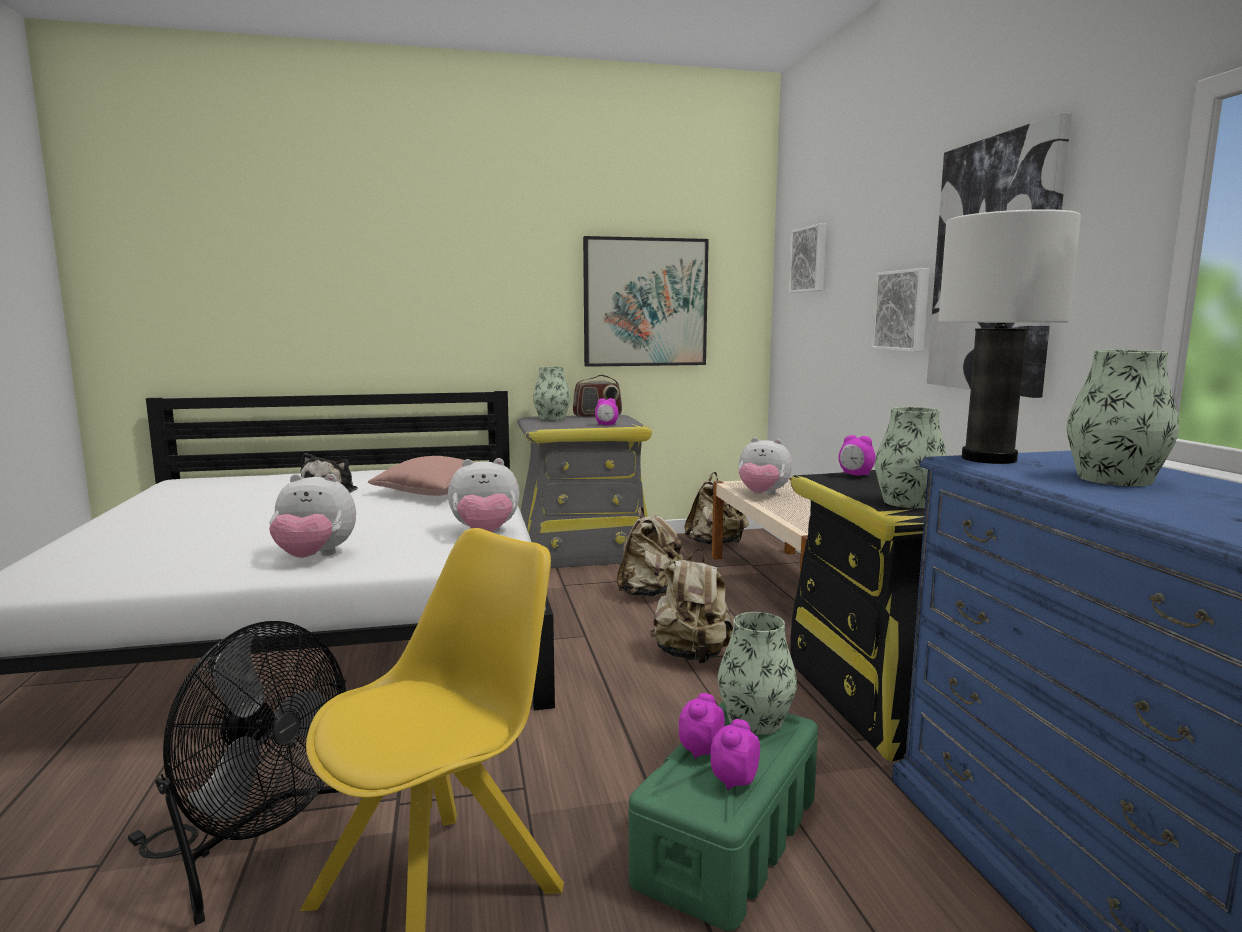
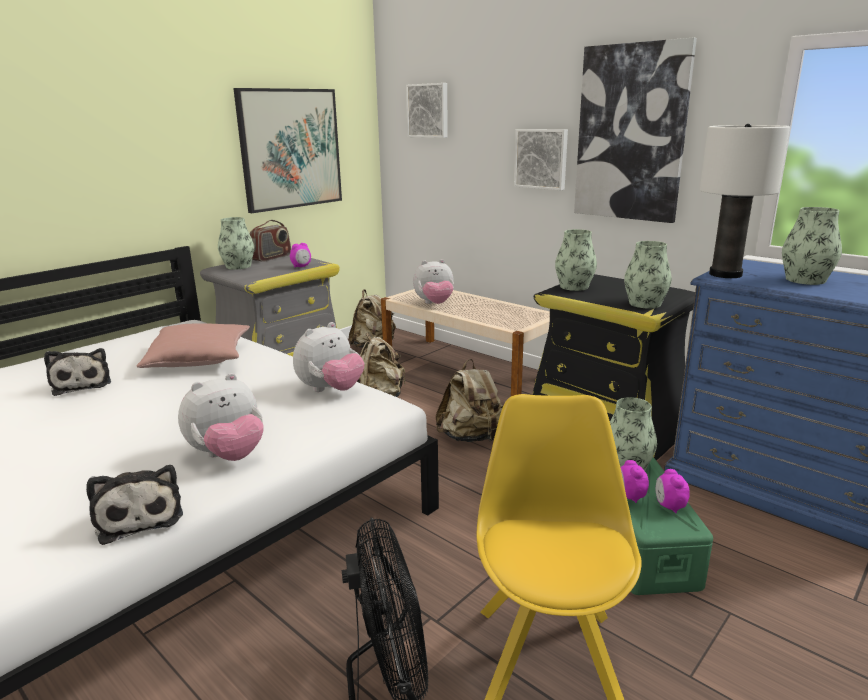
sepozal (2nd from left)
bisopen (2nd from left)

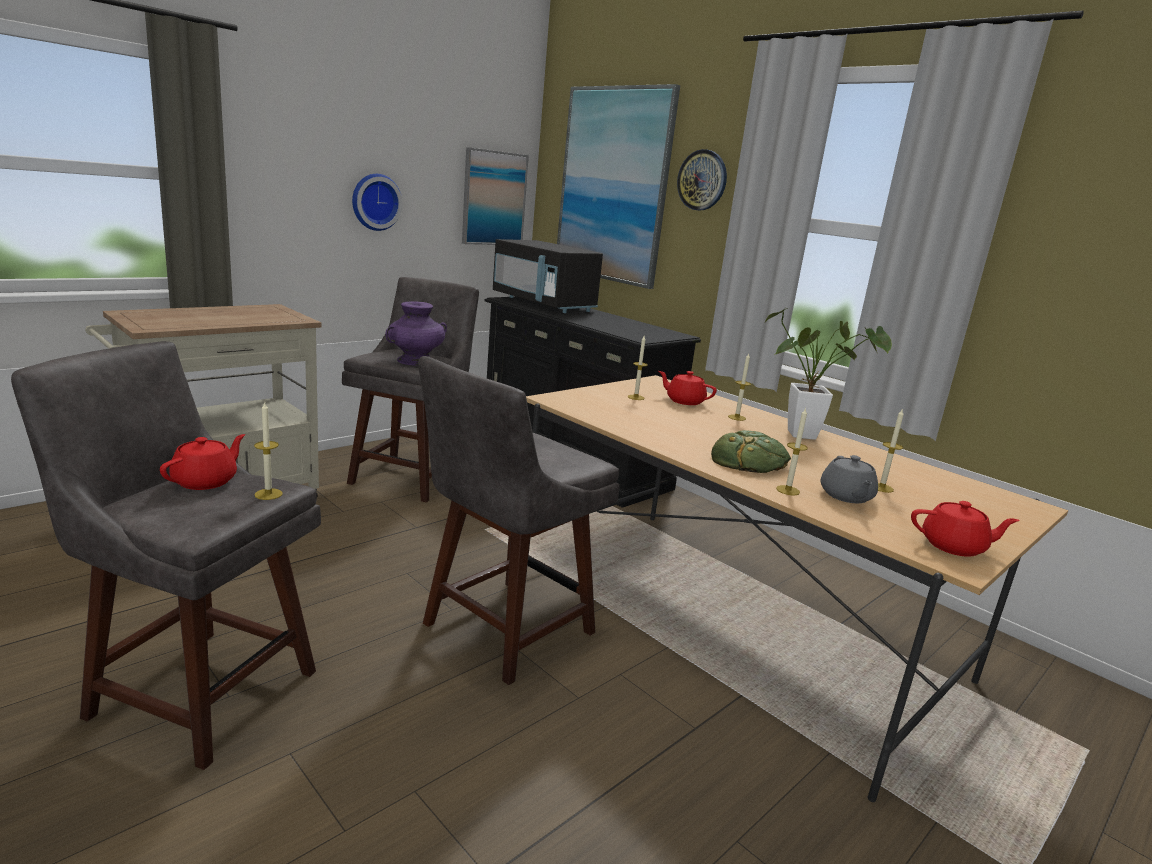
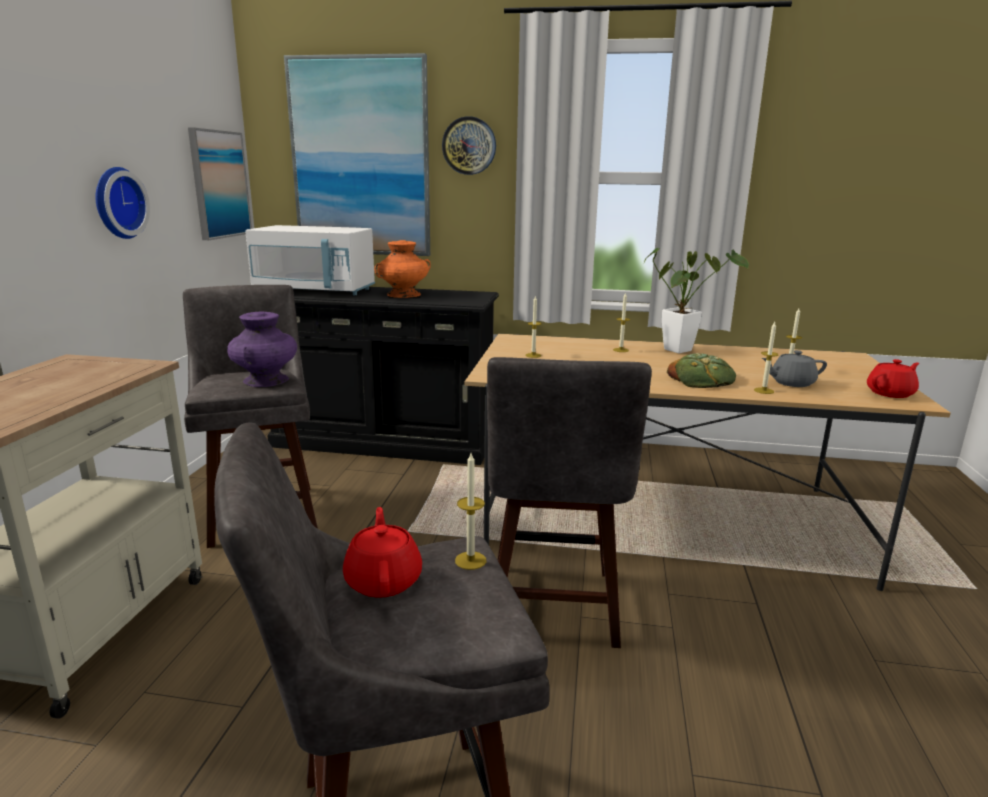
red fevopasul (2nd from left in the first image)
orange bisopen
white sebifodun
grey fevopasul

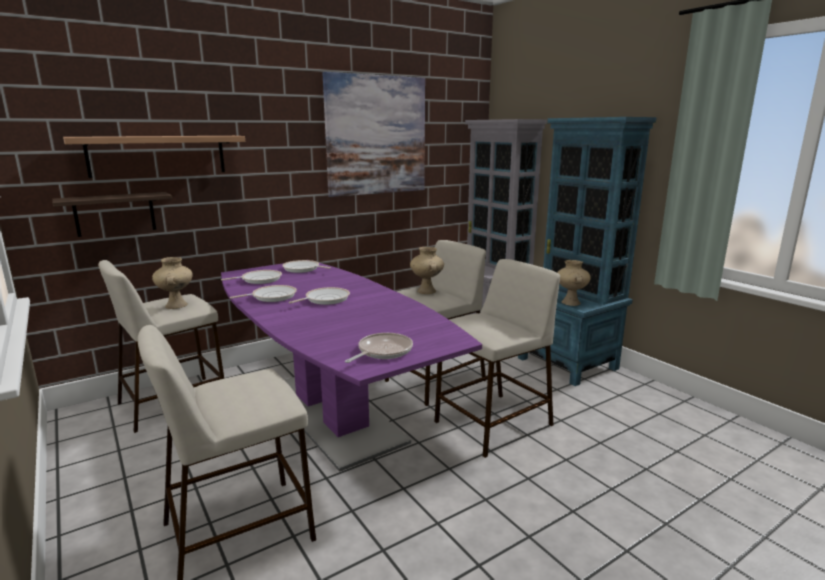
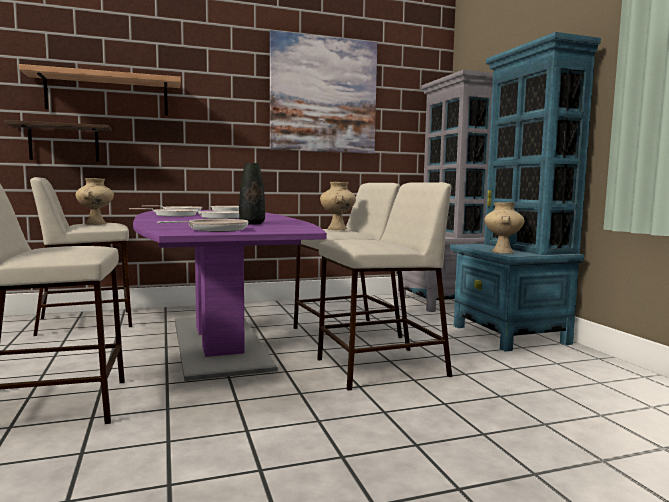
black bisopen

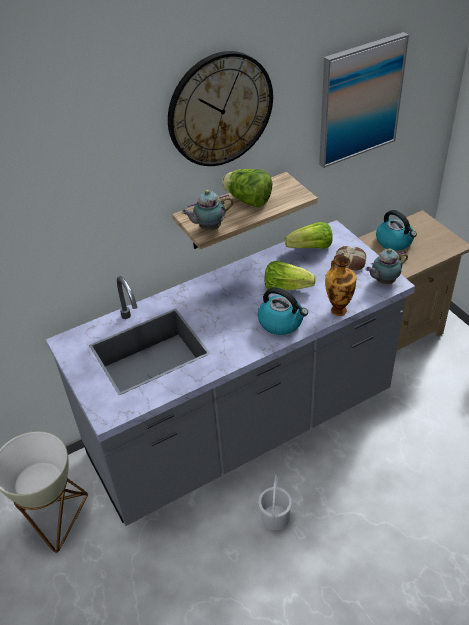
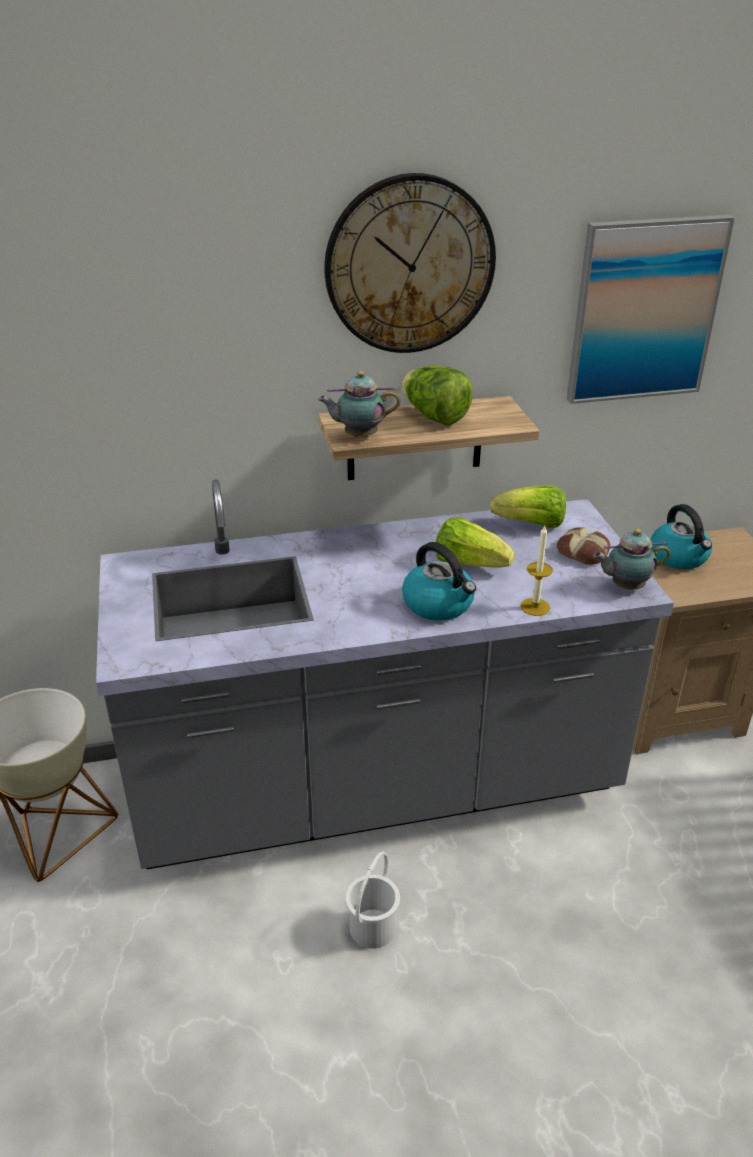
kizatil

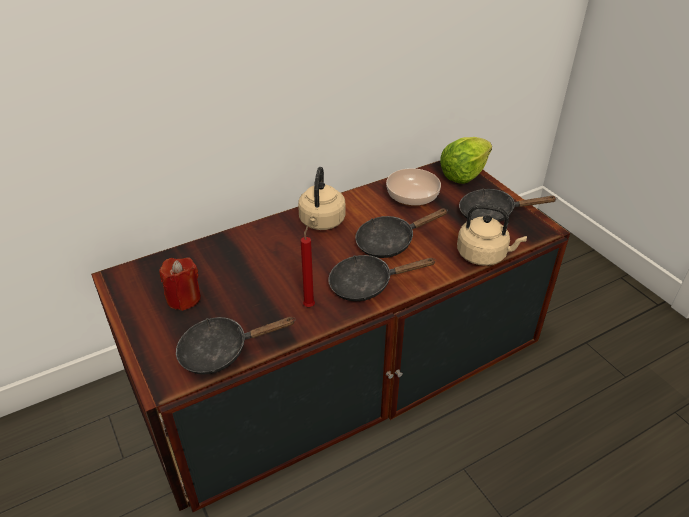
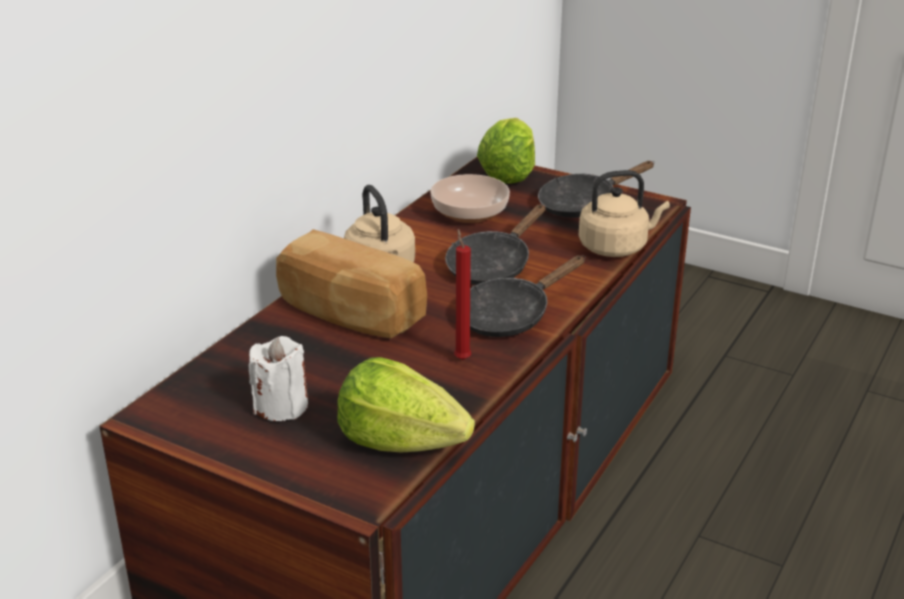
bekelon
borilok (1st from left)
white kizatil

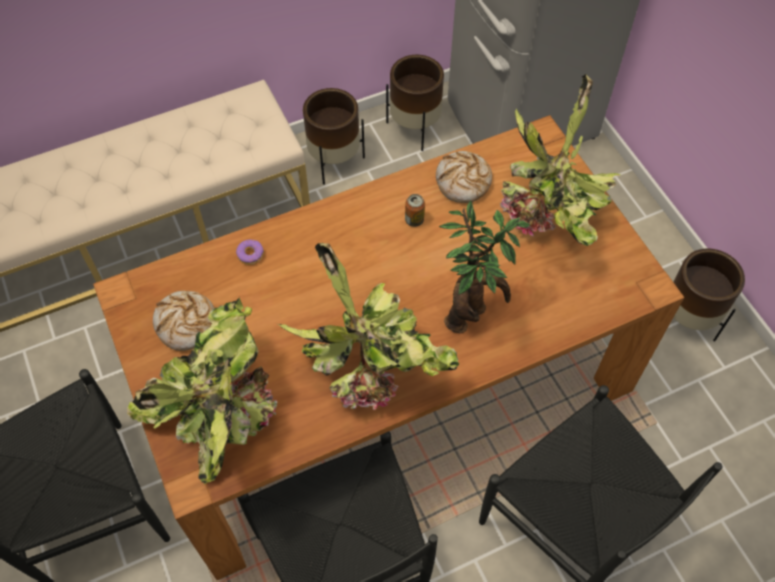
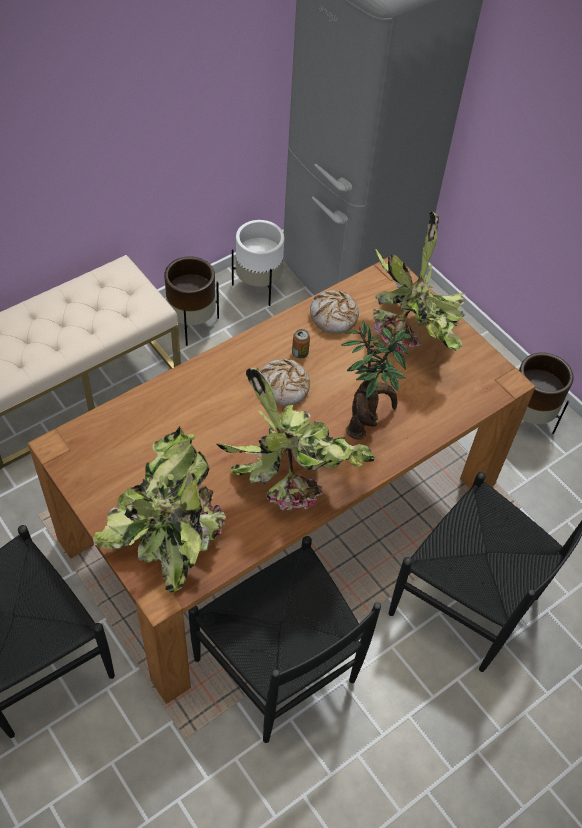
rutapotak
bekelon (1st from left)
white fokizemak

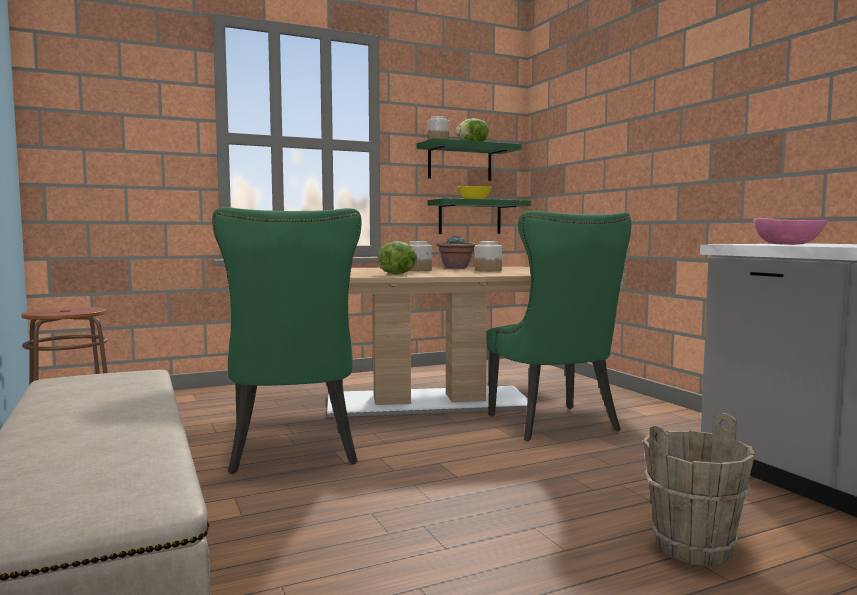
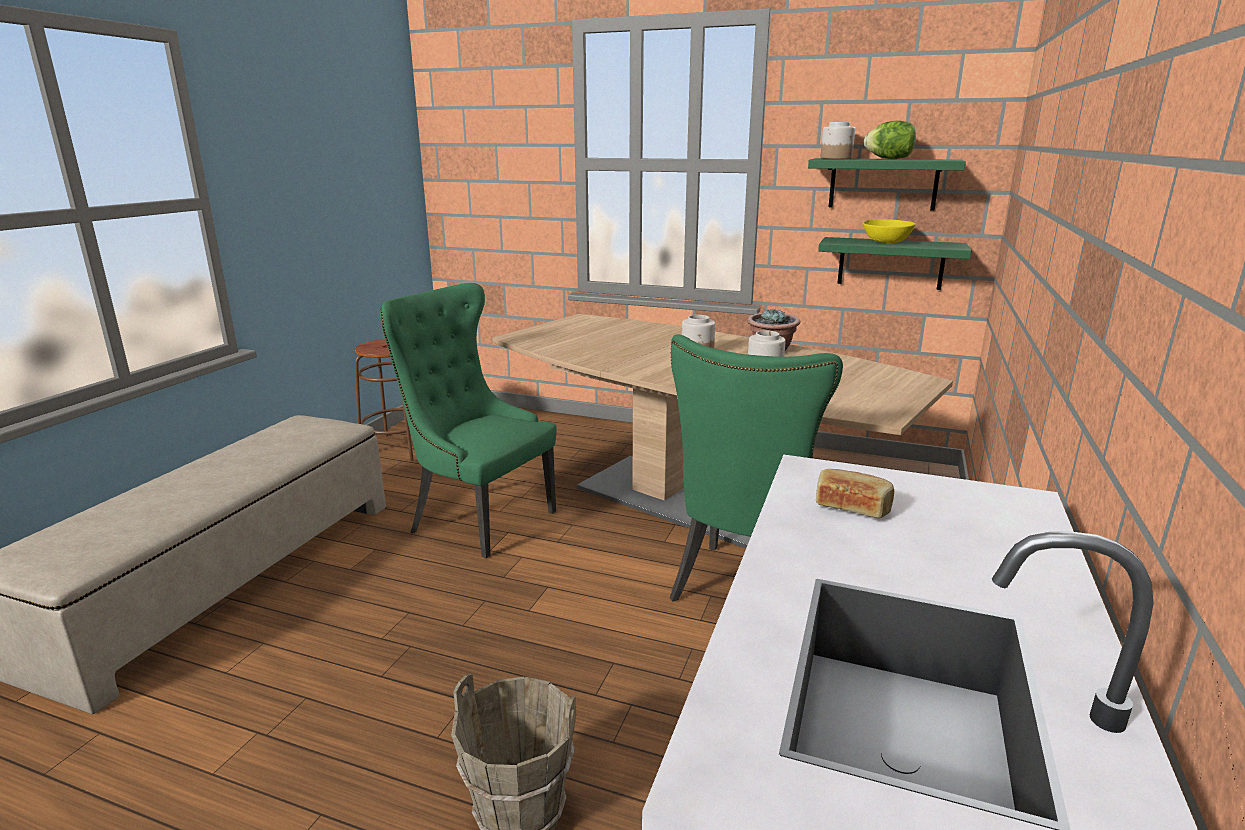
borilok (1st from left in the first image)
bekelon
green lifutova (1st from left)

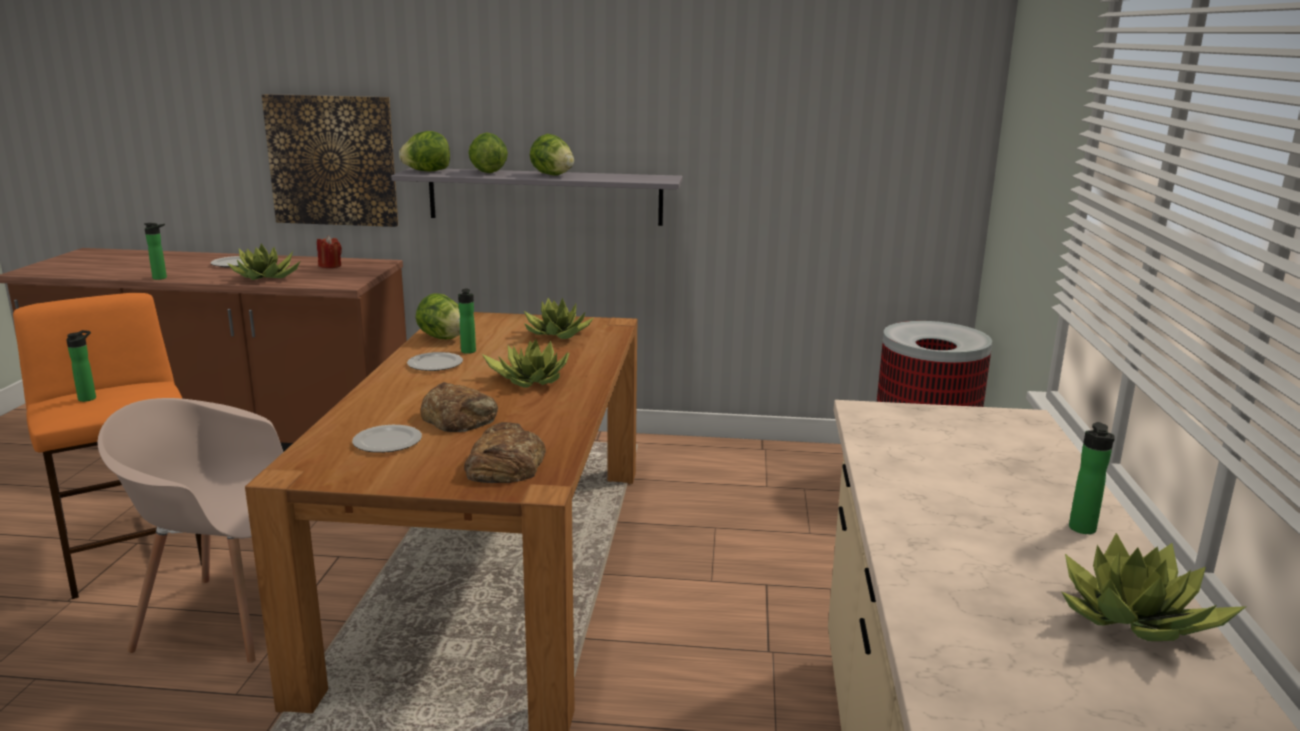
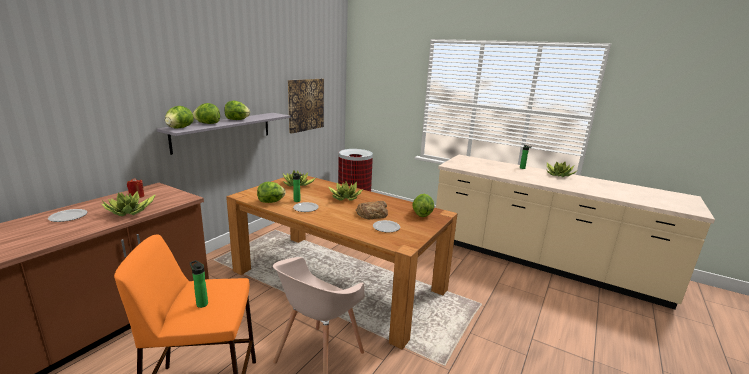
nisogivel (2nd from left in the first image)
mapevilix
borilok (5th from left)

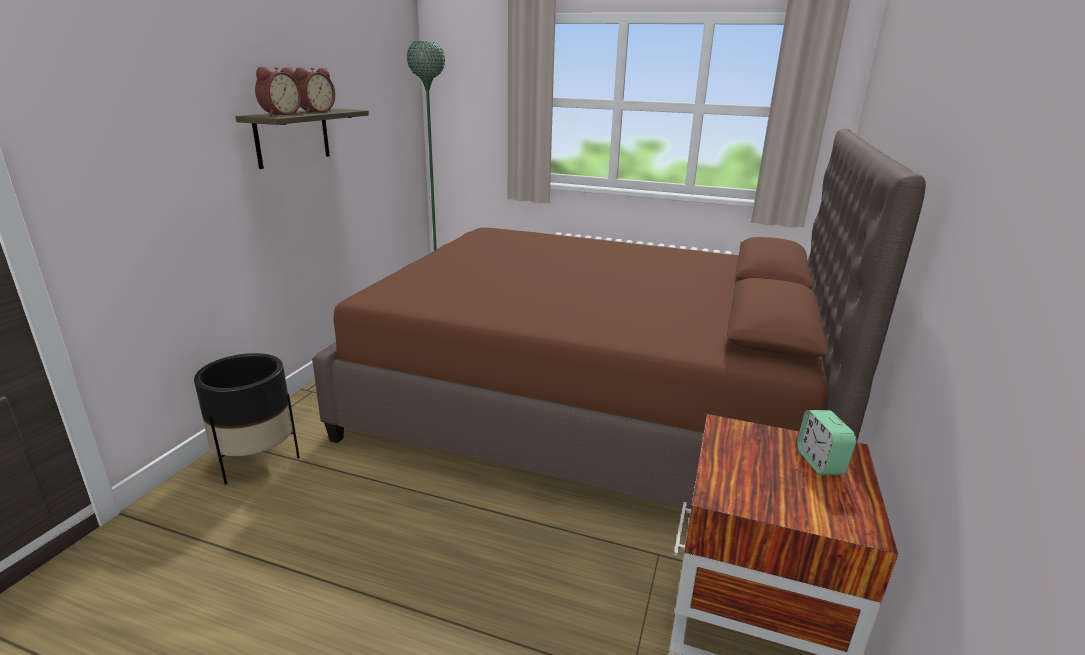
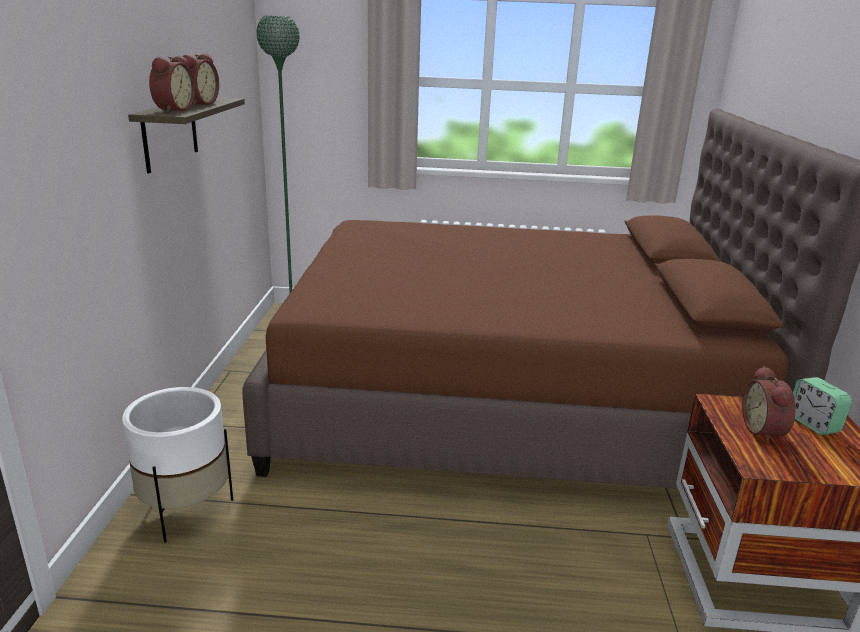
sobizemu (3rd from left)
white fokizemak

